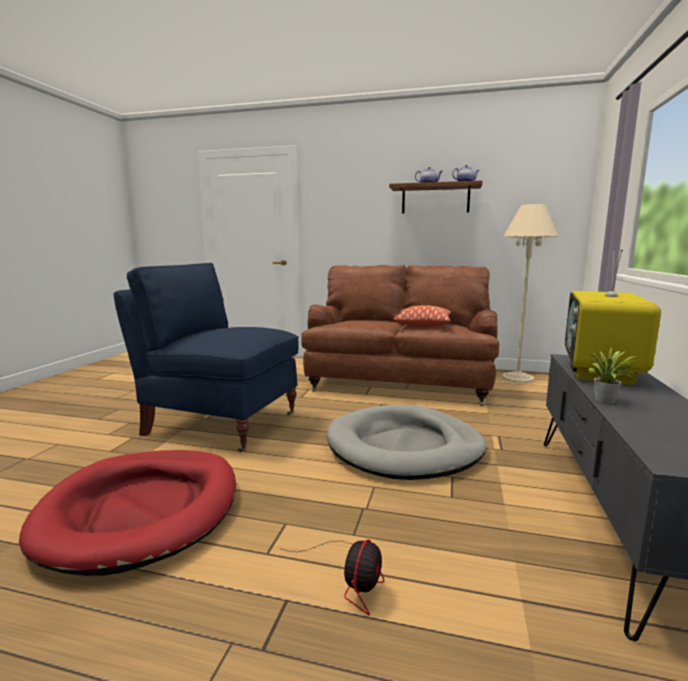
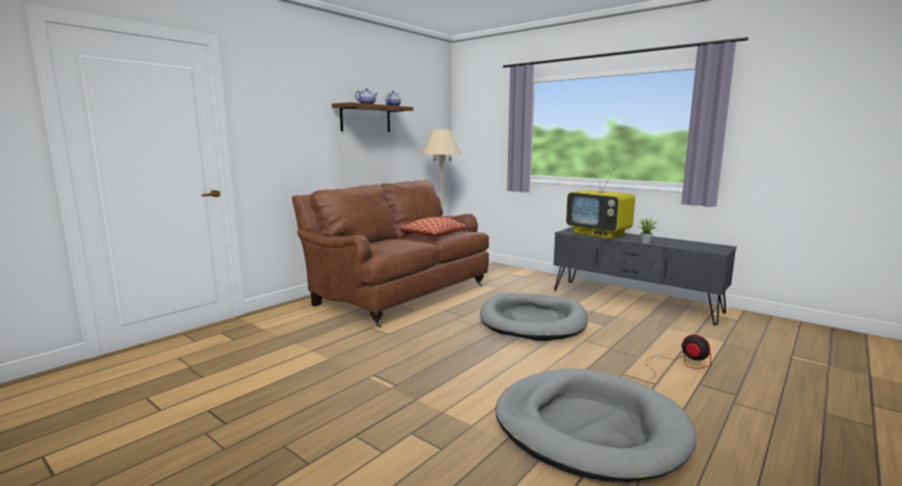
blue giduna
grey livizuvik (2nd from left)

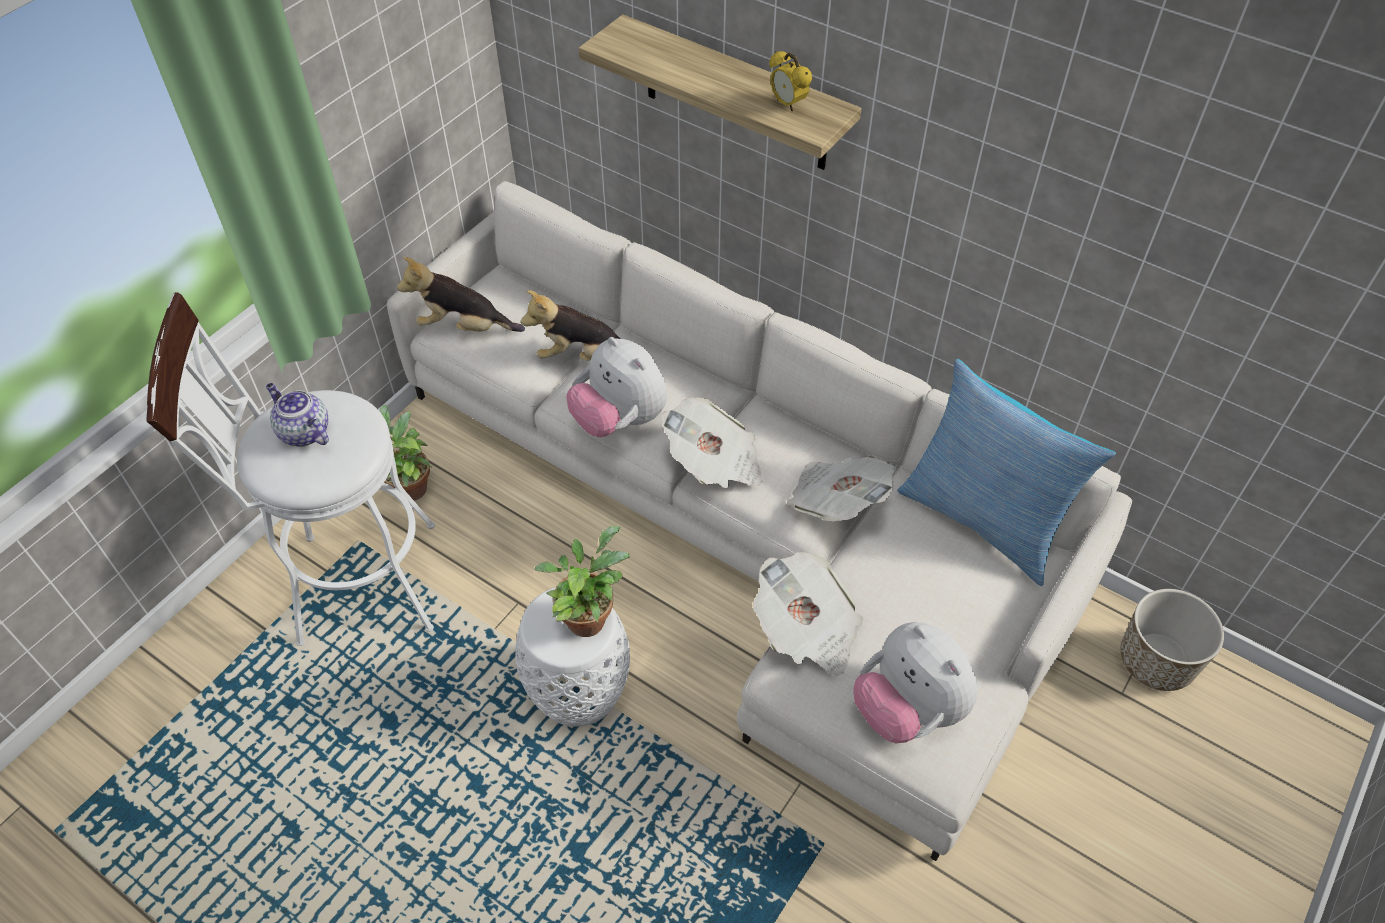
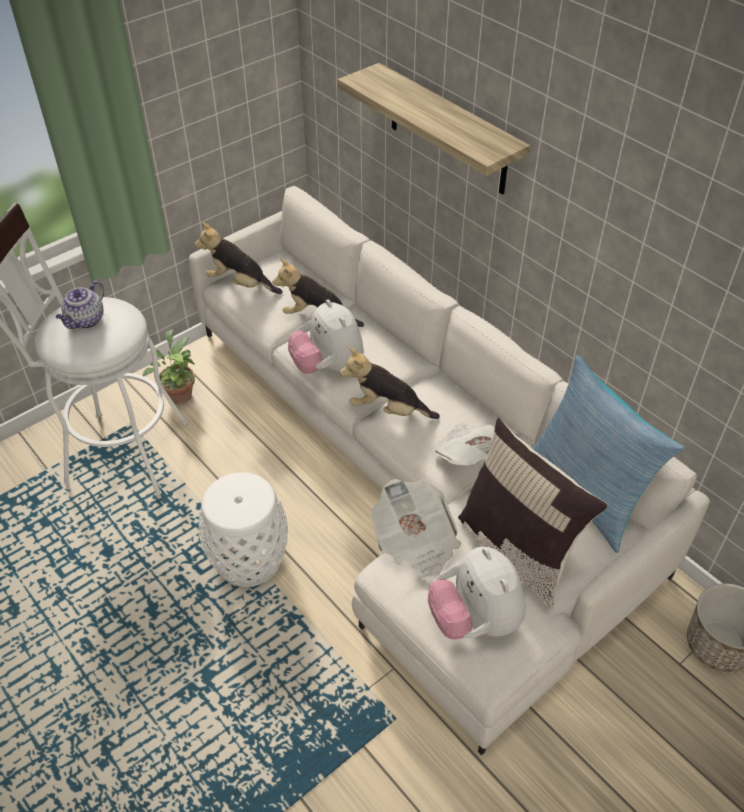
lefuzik (2nd from left in the first image)
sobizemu
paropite (1st from left)
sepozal (4th from left)
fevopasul

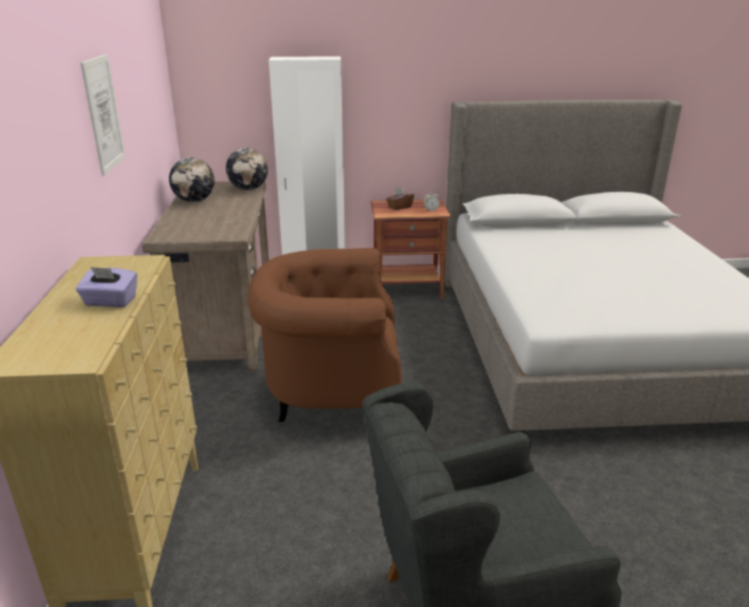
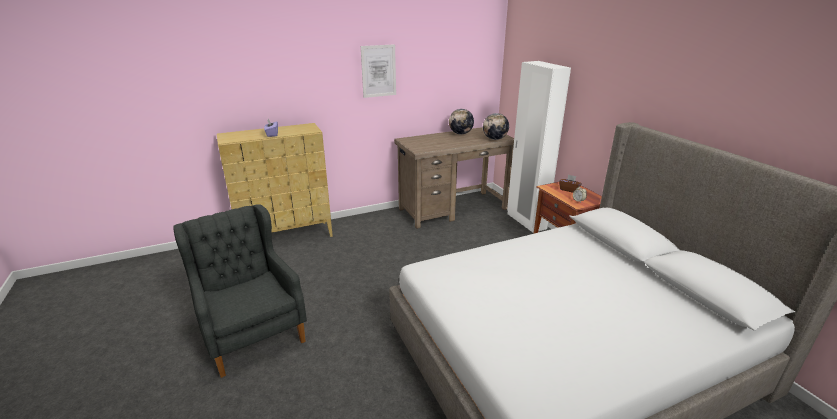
brown giduna

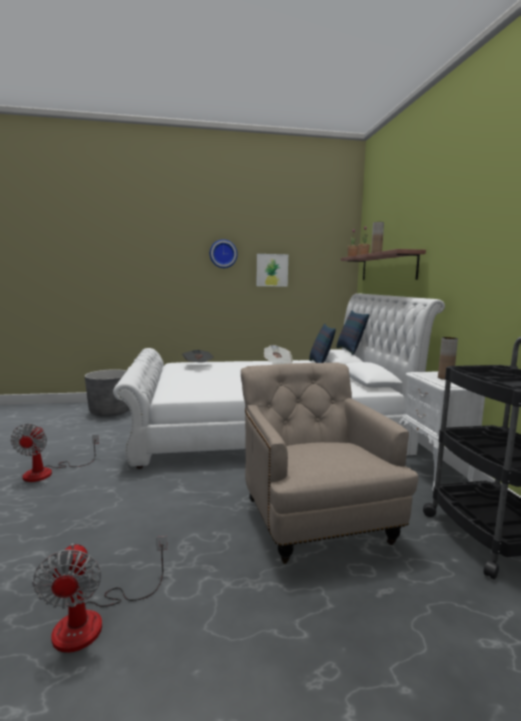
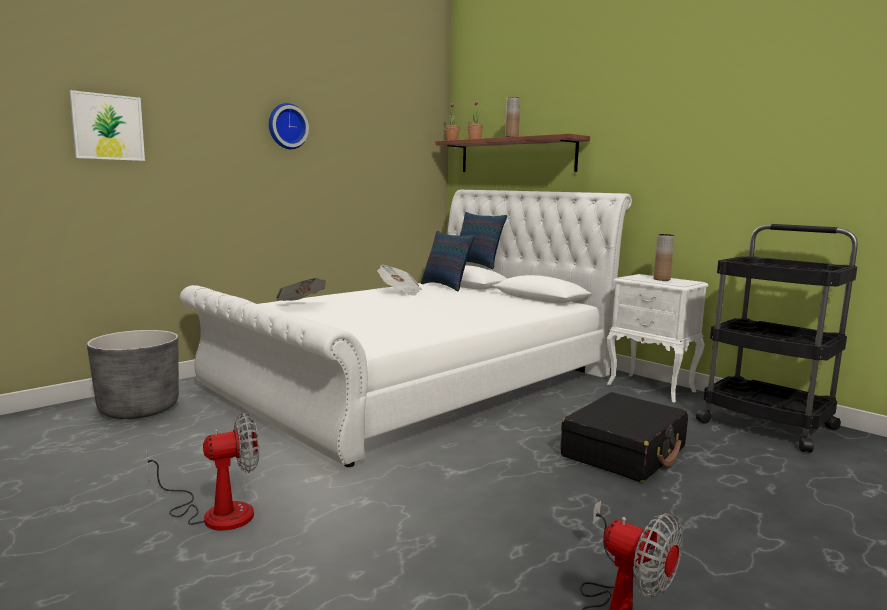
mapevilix
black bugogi
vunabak (1st from left)

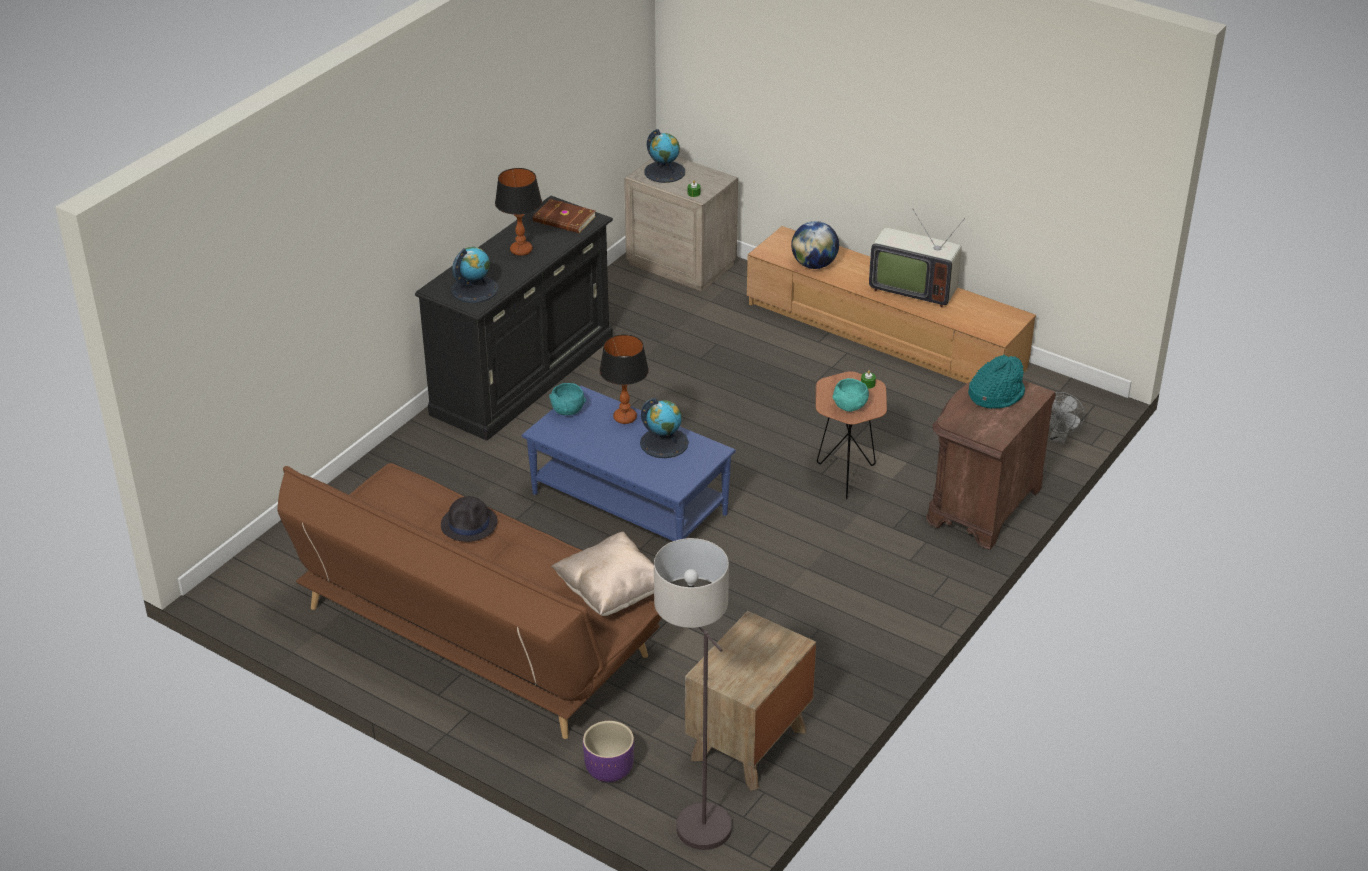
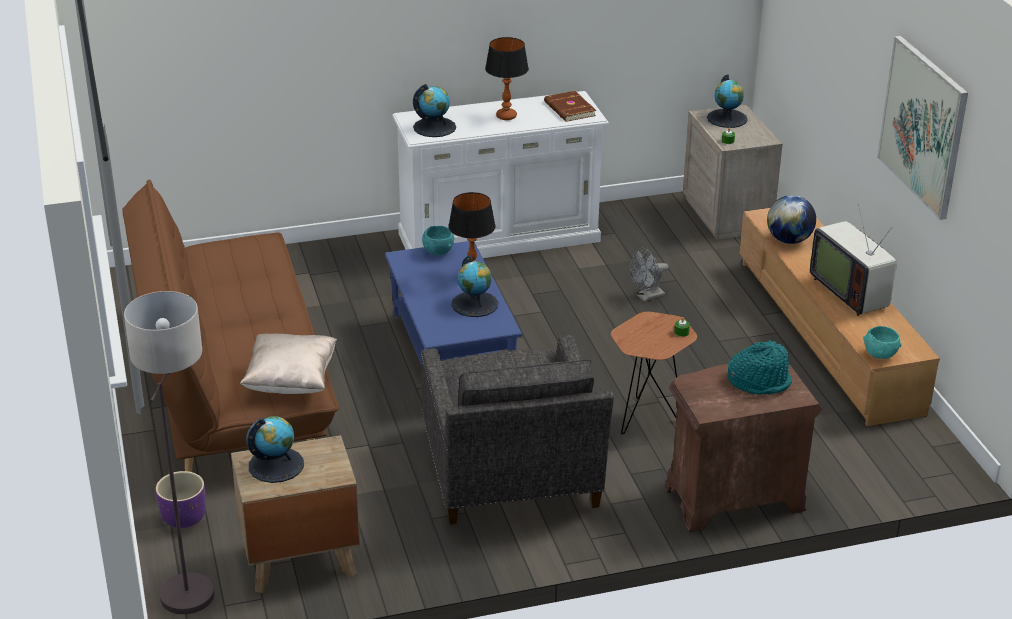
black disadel
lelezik (1st from left)
grey giduna
mapevilix
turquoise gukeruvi (2nd from left)
grey vunabak
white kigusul

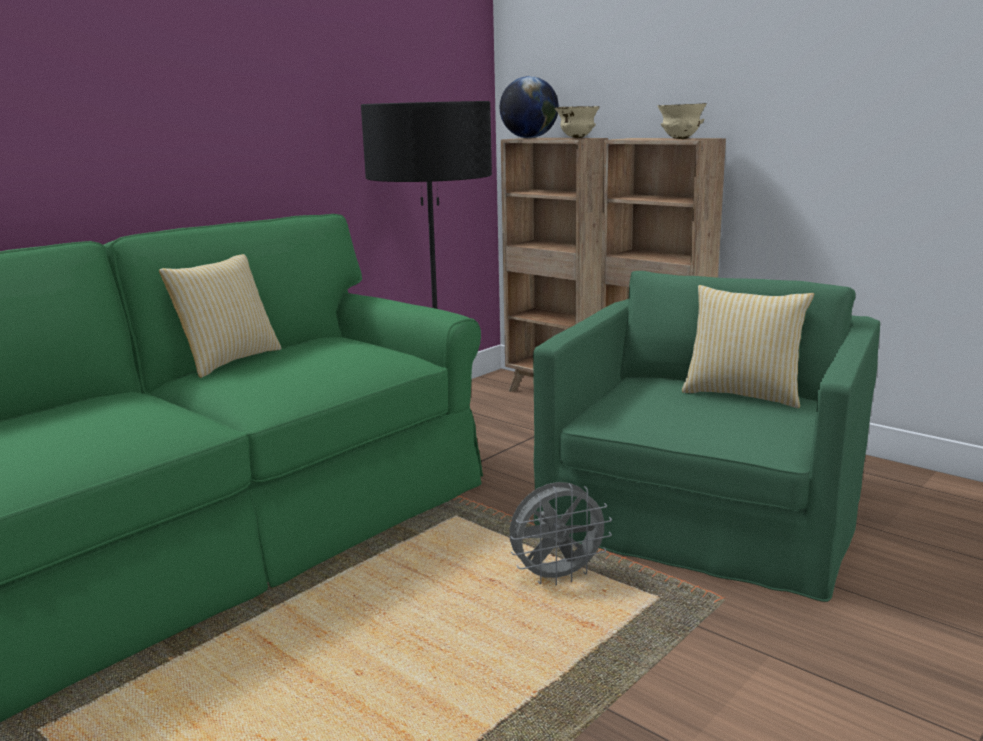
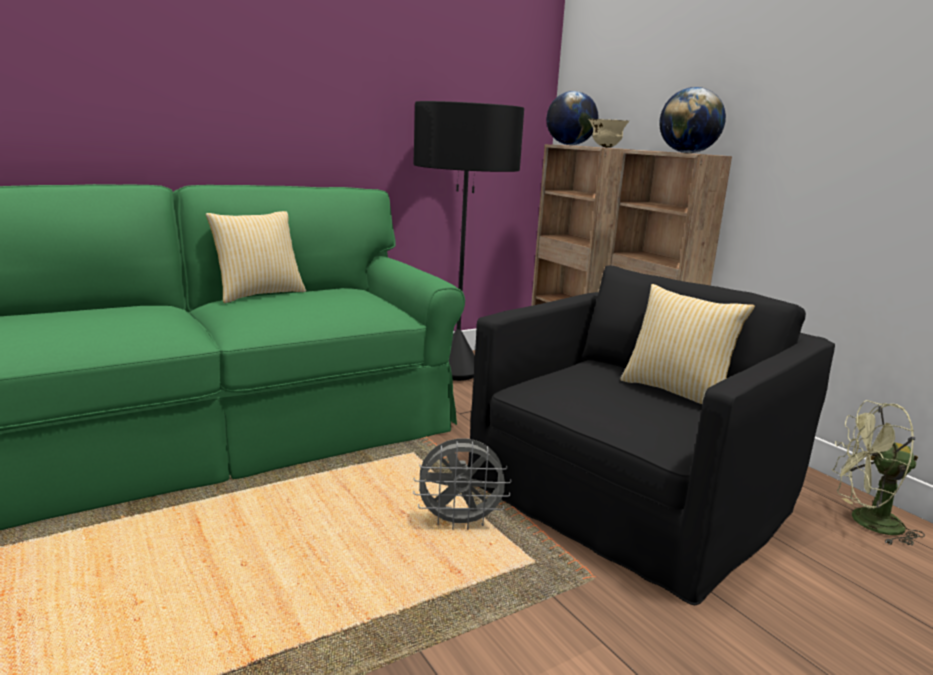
green vunabak
lelezik (2nd from left)
black giduna

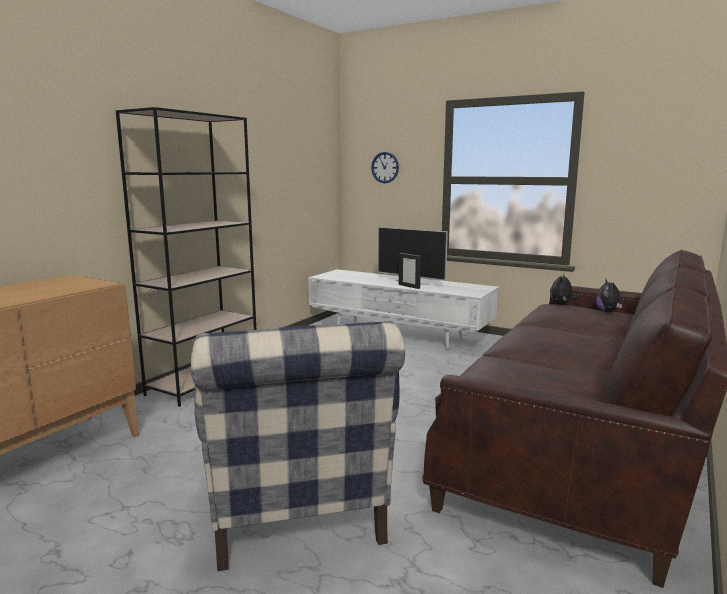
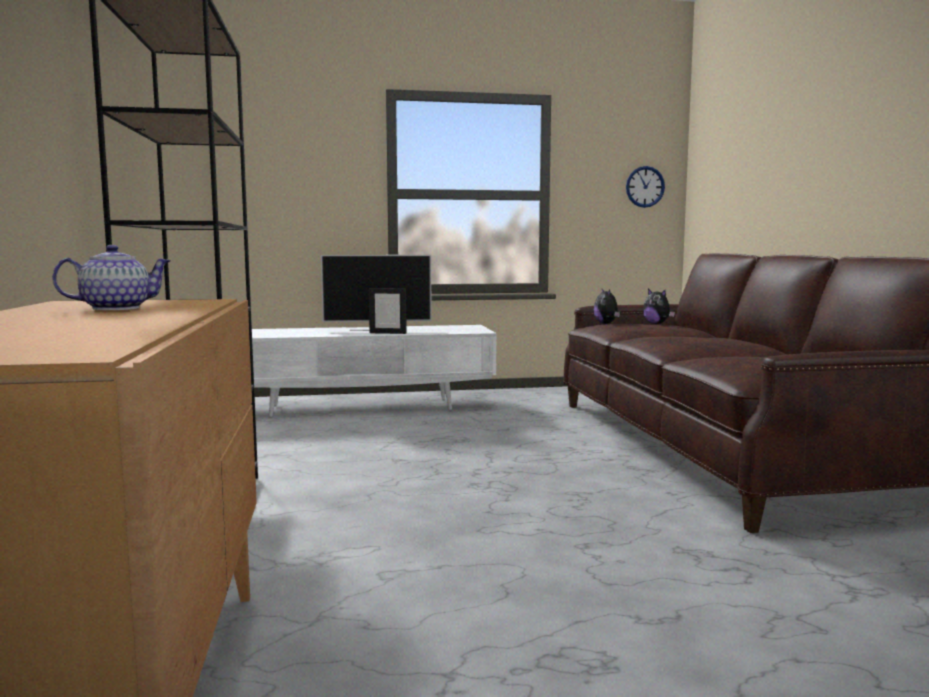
giduna
fevopasul
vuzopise

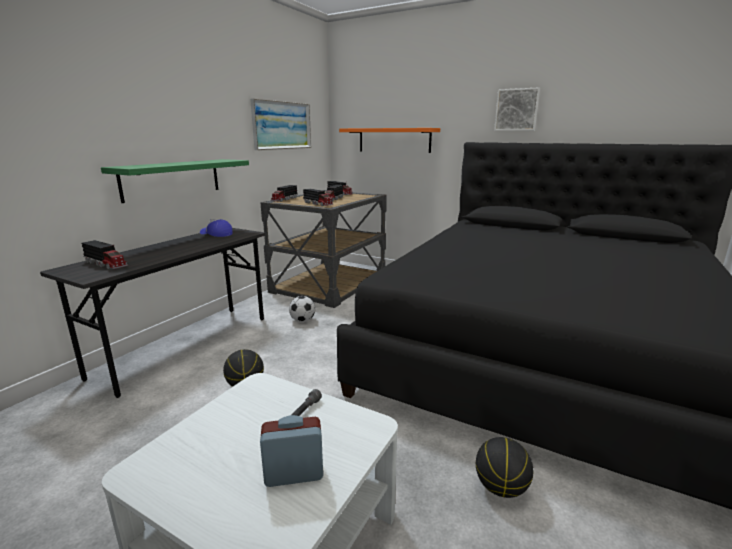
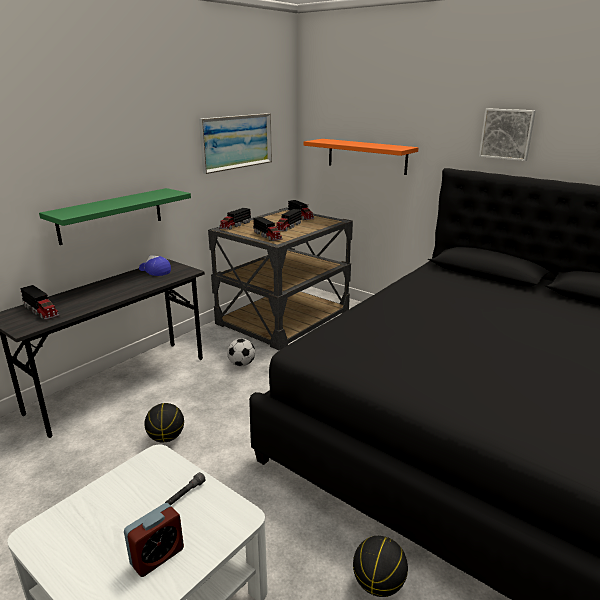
sobizemu

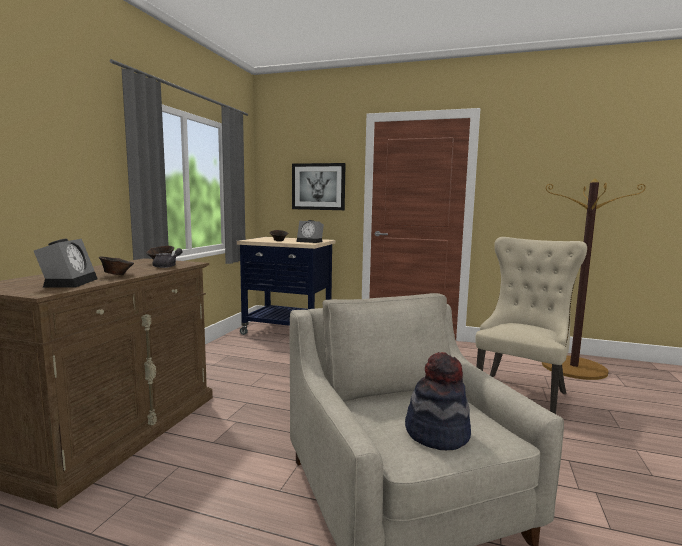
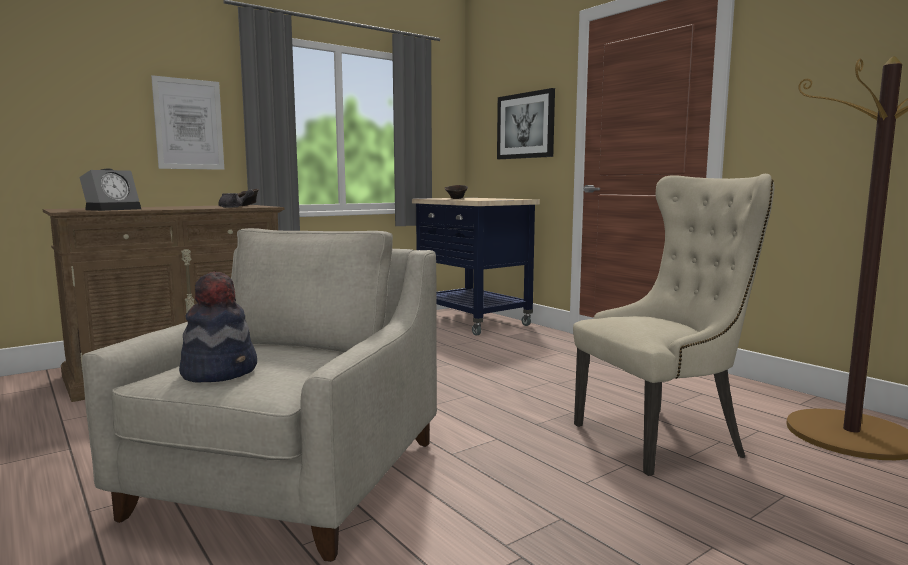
brown gukeruvi (1st from left in the first image)
sobizemu (2nd from left in the first image)
mapevilix (1st from left)

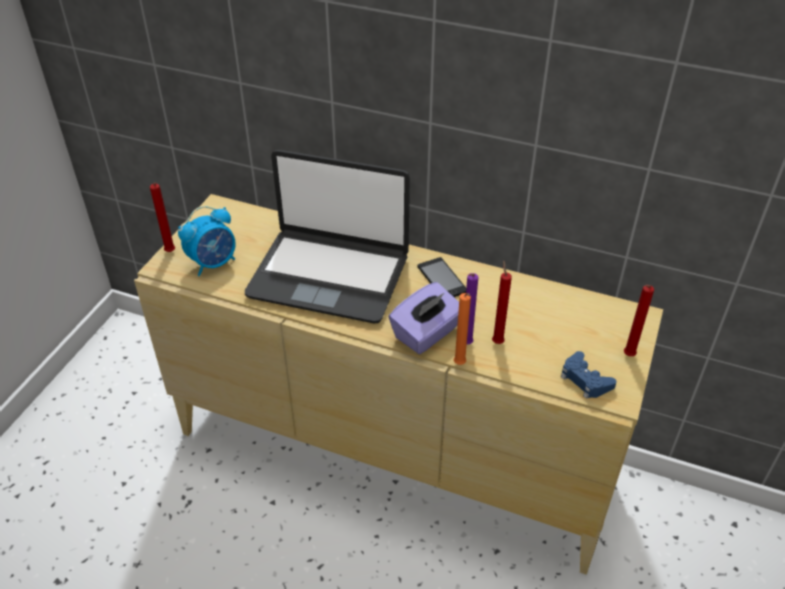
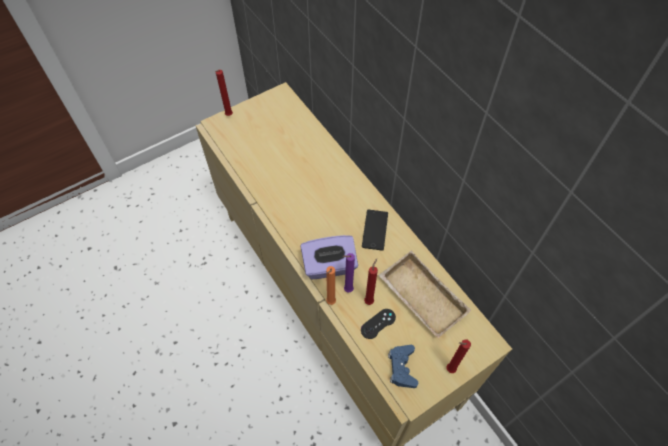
sobizemu
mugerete
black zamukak
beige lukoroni

